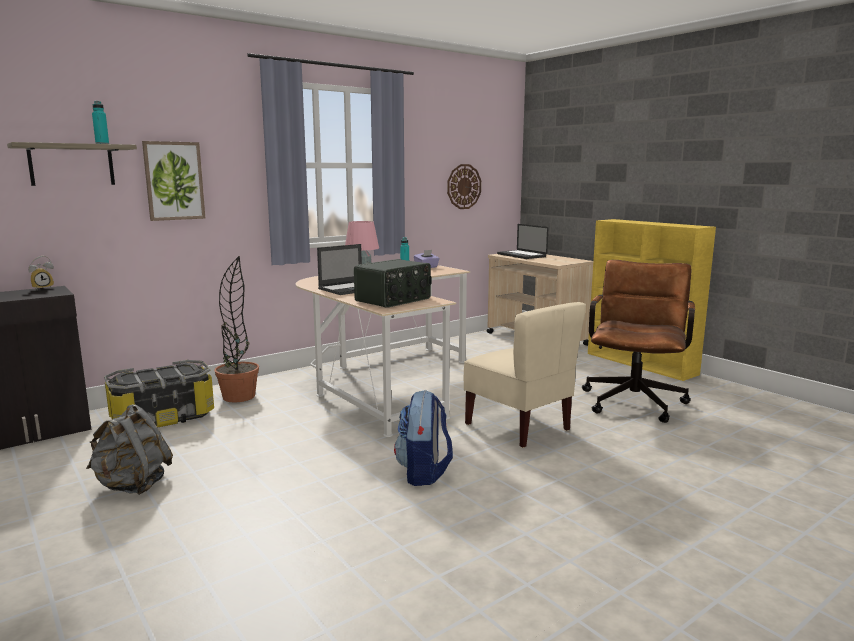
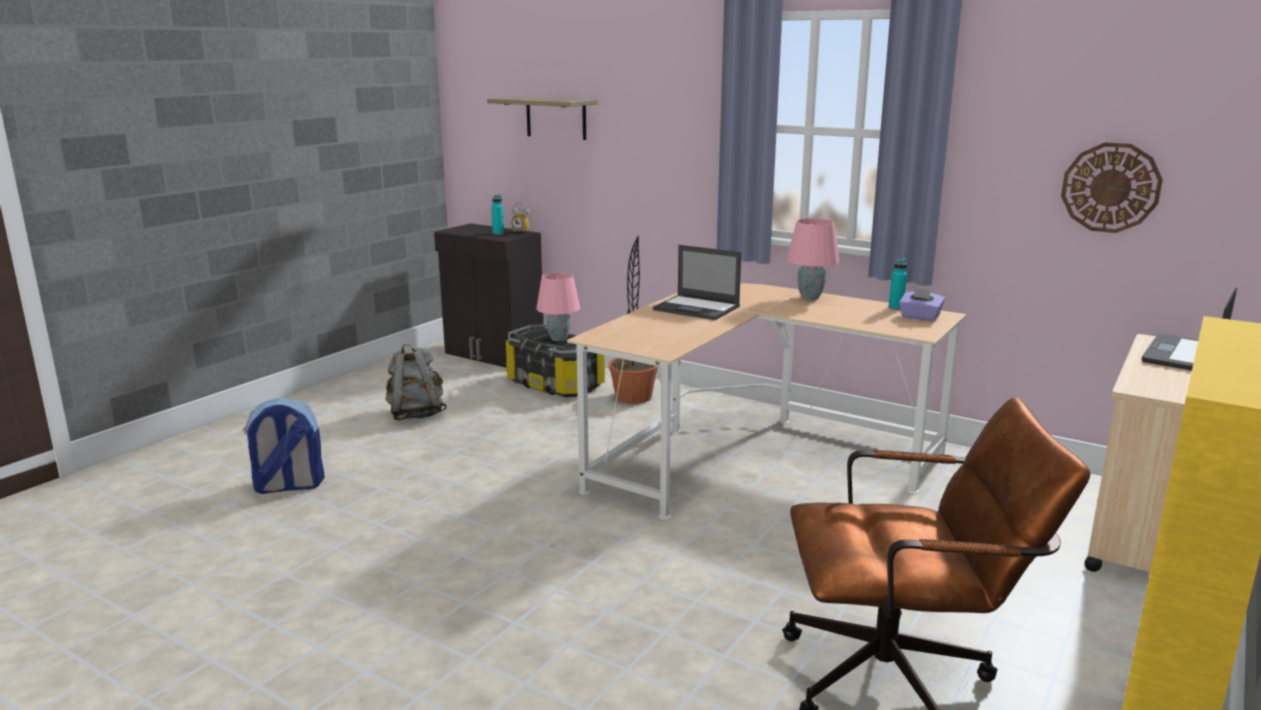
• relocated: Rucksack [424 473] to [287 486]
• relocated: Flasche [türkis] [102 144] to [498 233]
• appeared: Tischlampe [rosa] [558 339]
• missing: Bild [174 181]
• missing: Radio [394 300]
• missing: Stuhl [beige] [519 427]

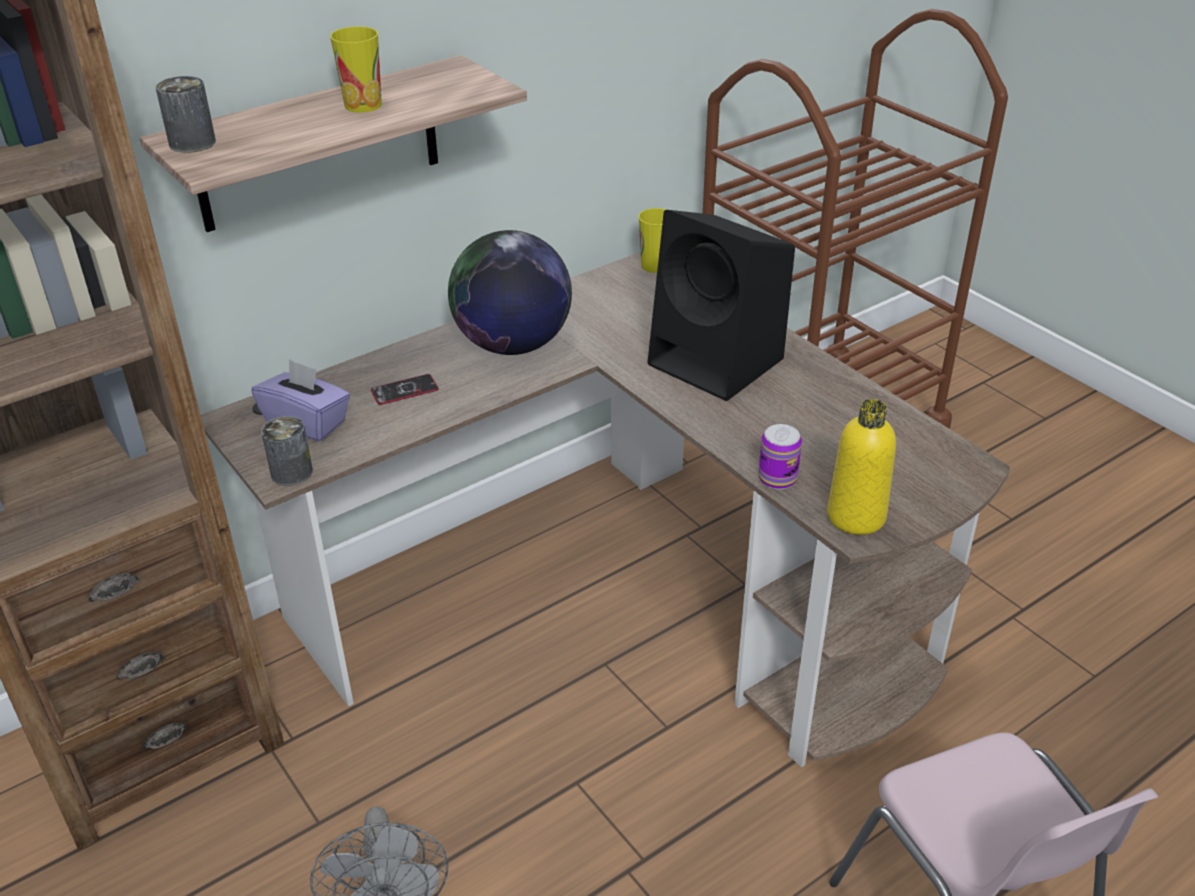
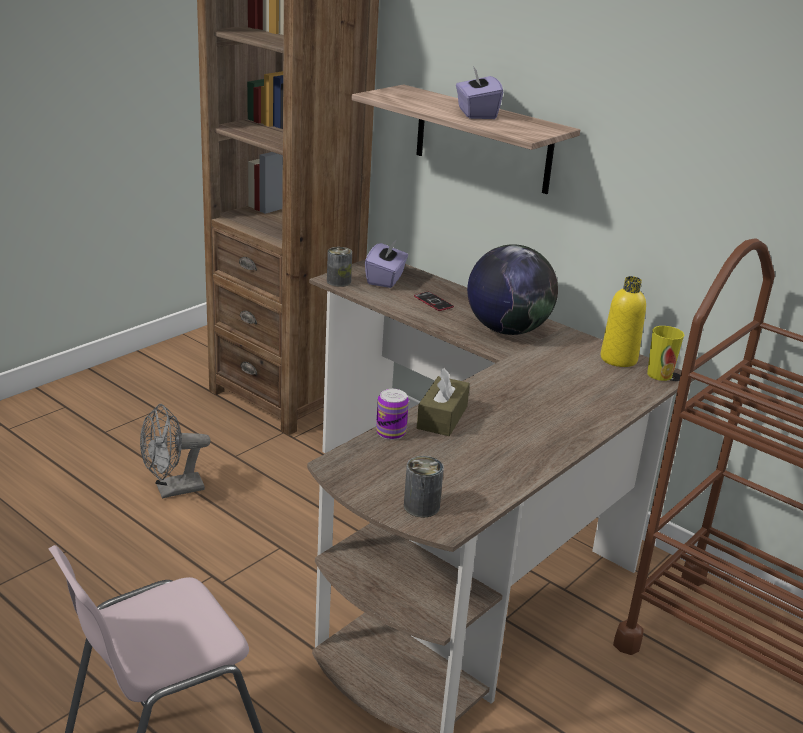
• relocated: Dose [192 143] to [421 506]
• appeared: Taschentuchbox [braun] [442 417]
• exchanged: Tasse [363 105] to Taschentuchbox [lila] [476 113]
• relocated: Flasche [gelb] [856 516] to [618 359]
• missing: Lautsprecher [schwarz] [719 362]

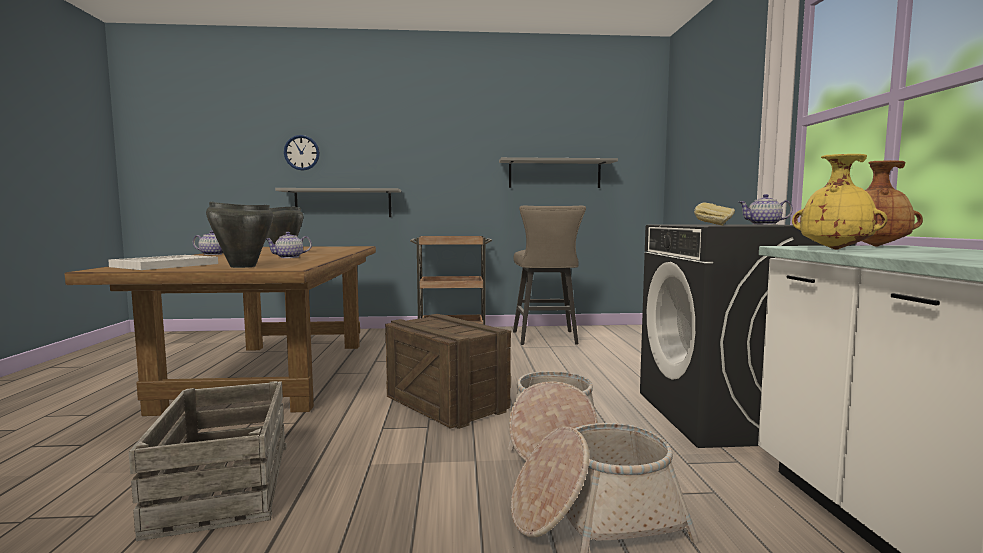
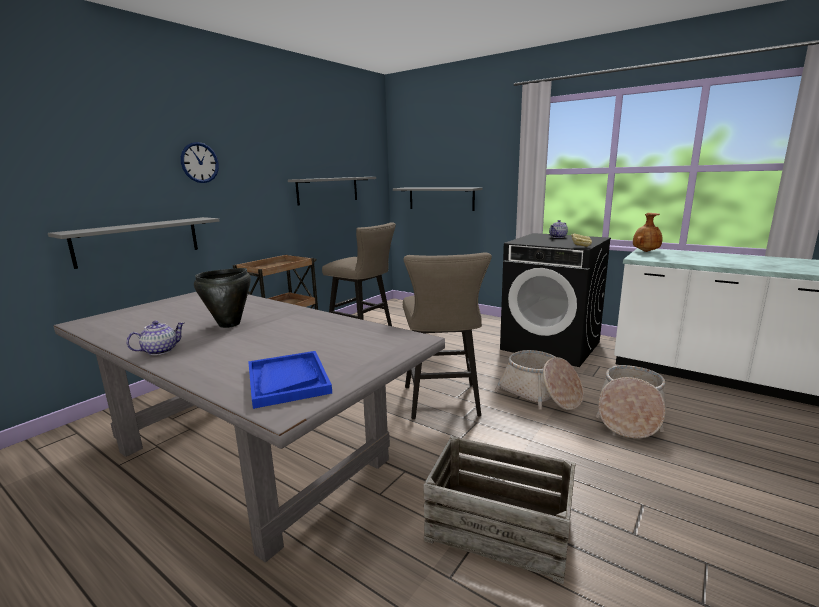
• colour: Esstisch [braun] [274 373] to Esstisch [grau] [250 455]
• relocated: Wanduhr [301 152] to [199 162]
• colour: Tablett [weiß] [165 265] to Tablett [blau] [287 380]
• appeared: Wandregal [grau] [441 198]
• exchanged: Kiste [446 403] to Hocker [beige] [443 404]
• missing: Kochtopf [schwarz] [242 266]
• missing: Teekanne [289 257]
• missing: Vase [gelb] [835 249]

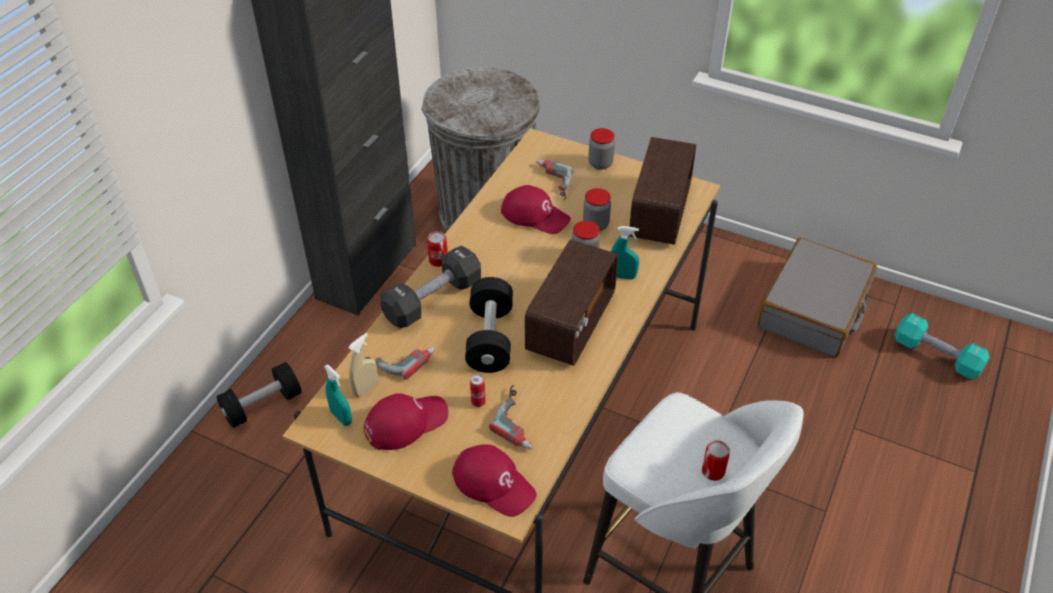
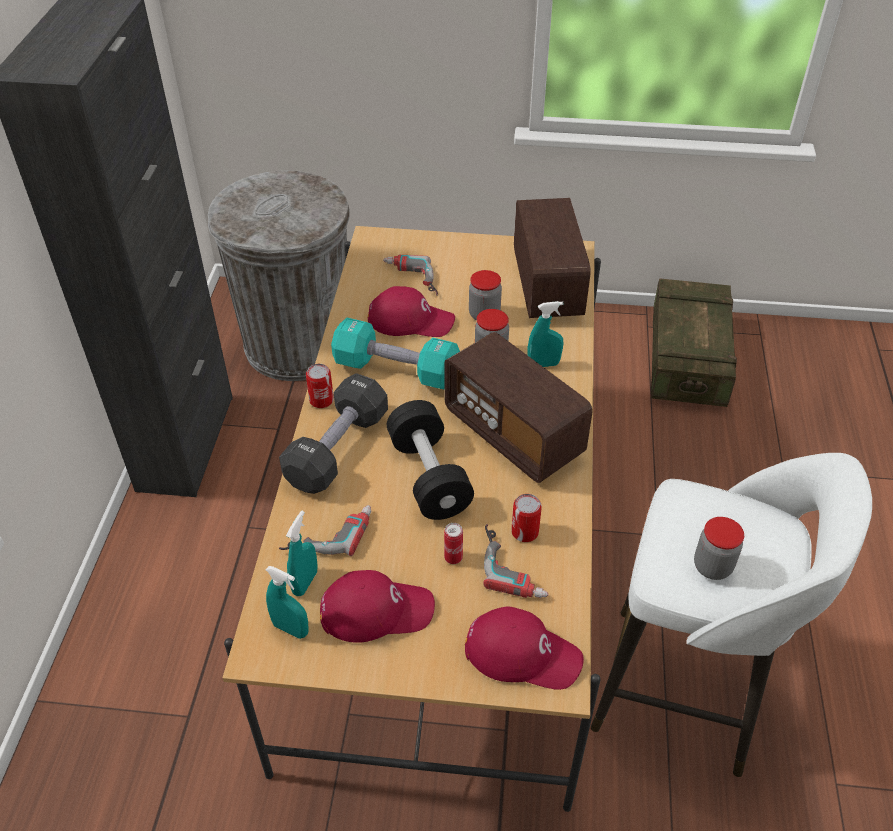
• colour: Sprühflasche [beige] [365 389] to Sprühflasche [türkis] [305 582]
• spun: Kappe [rot] [405 422] = [376 610] 45 degrees clockwise
• relocated: Hantel [türkis] [936 356] to [396 370]
• spun: Radio [570 323] = [513 433] 135 degrees clockwise
• relocated: Dose [713 471] to [525 532]
• exchanged: Koffer [grau] [814 310] to Kiste [687 359]
• relocated: Vorratsglas [600 163] to [712 566]
• missing: Hantel [schwarz] [262 405]

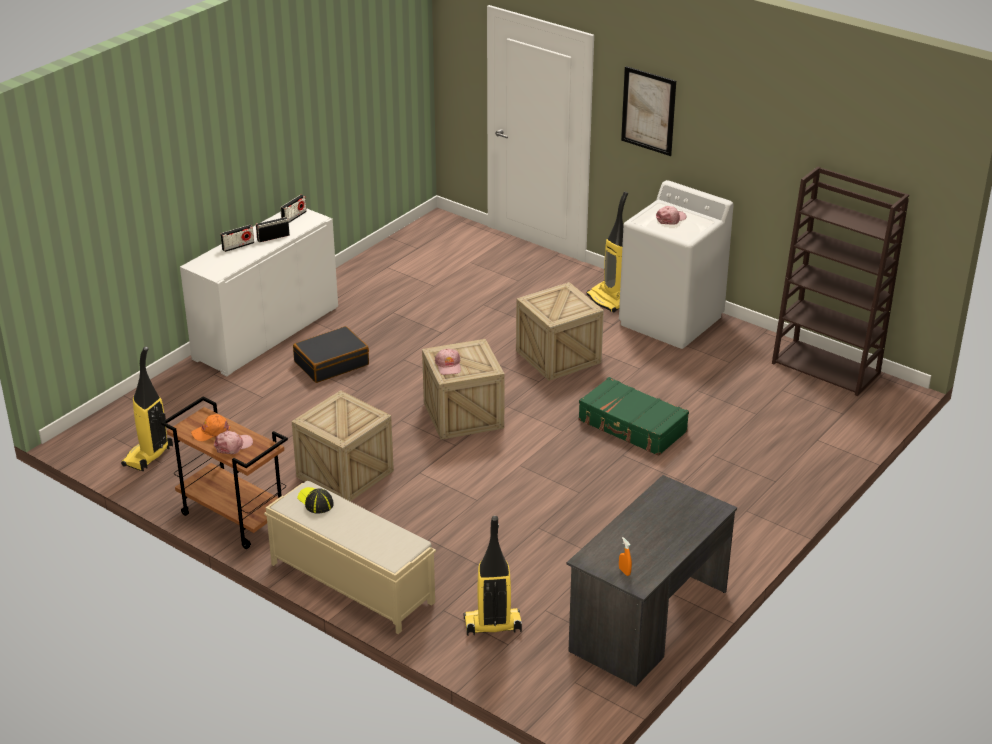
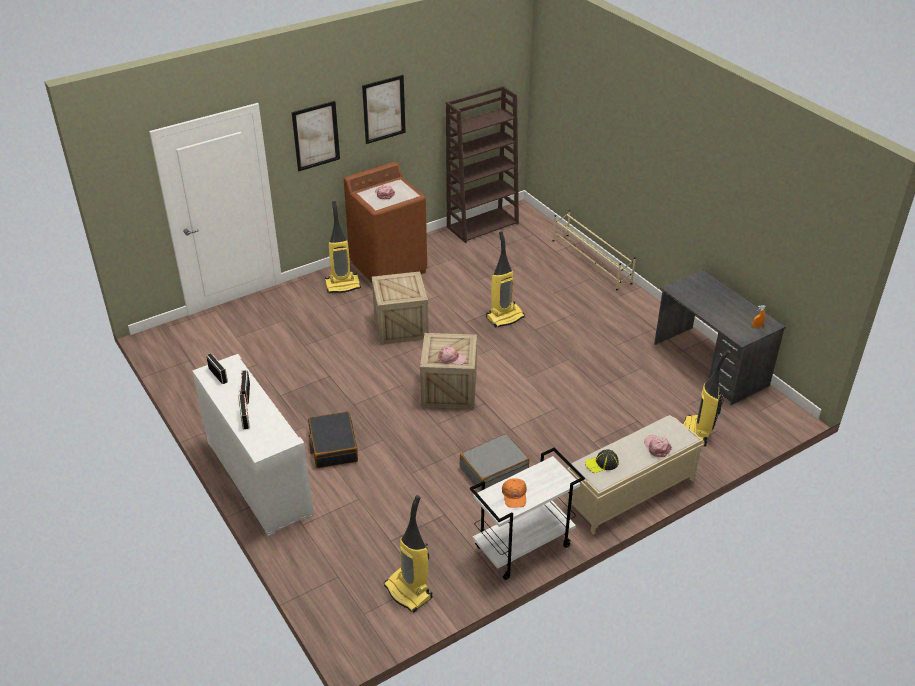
• colour: Waschmaschine [weiß] [671 321] to Waschmaschine [braun] [389 267]
• appeared: Bild [384 109]
• exchanged: Kiste [345 474] to Koffer [grau] [493 469]
• colour: Rollwagen [braun] [233 517] to Rollwagen [weiß] [523 548]
• exchanged: Koffer [grün] [632 427] to Staubsauger [505 317]
• appeared: Schuhregal [beige] [591 262]
• relocated: Kappe [rosa] [233 445] to [657 447]

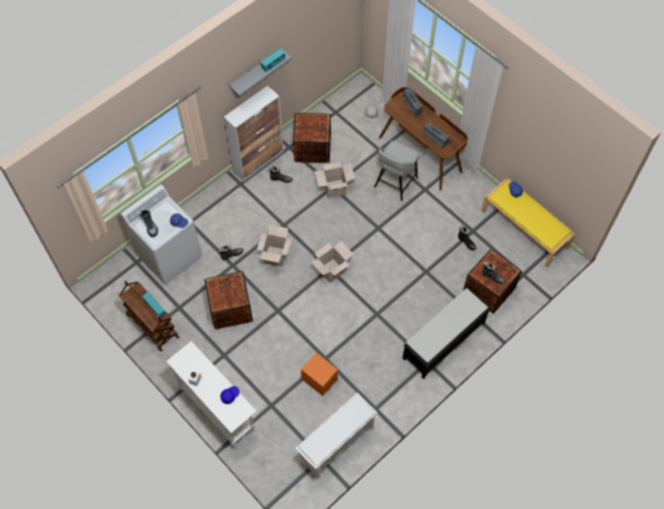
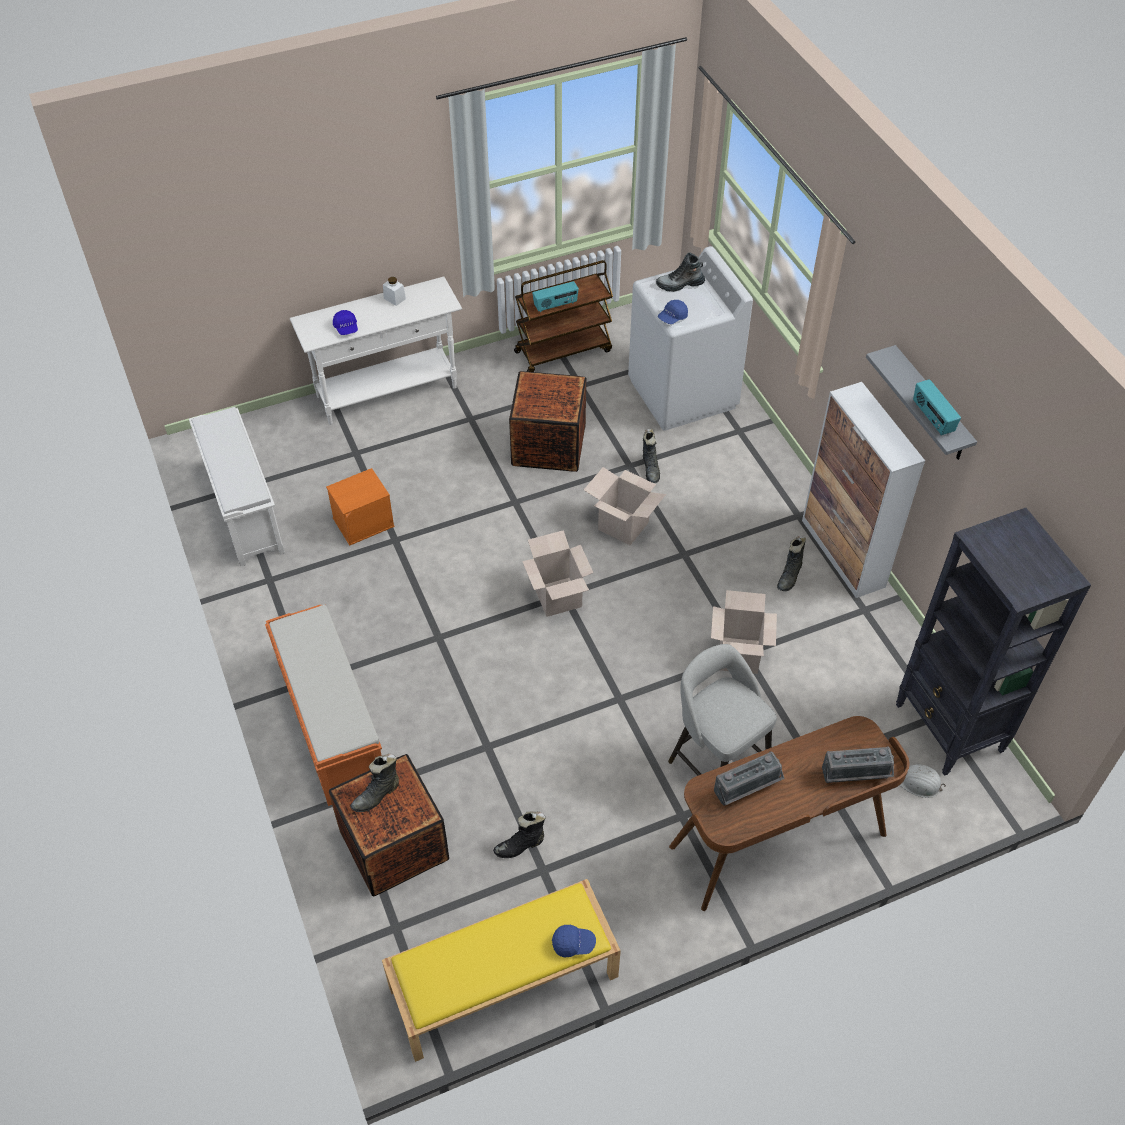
• colour: Bank [schwarz] [443 341] to Bank [orange] [330 721]
• appeared: Bücherregal [schwarz] [949 729]
• missing: Kiste [312 148]

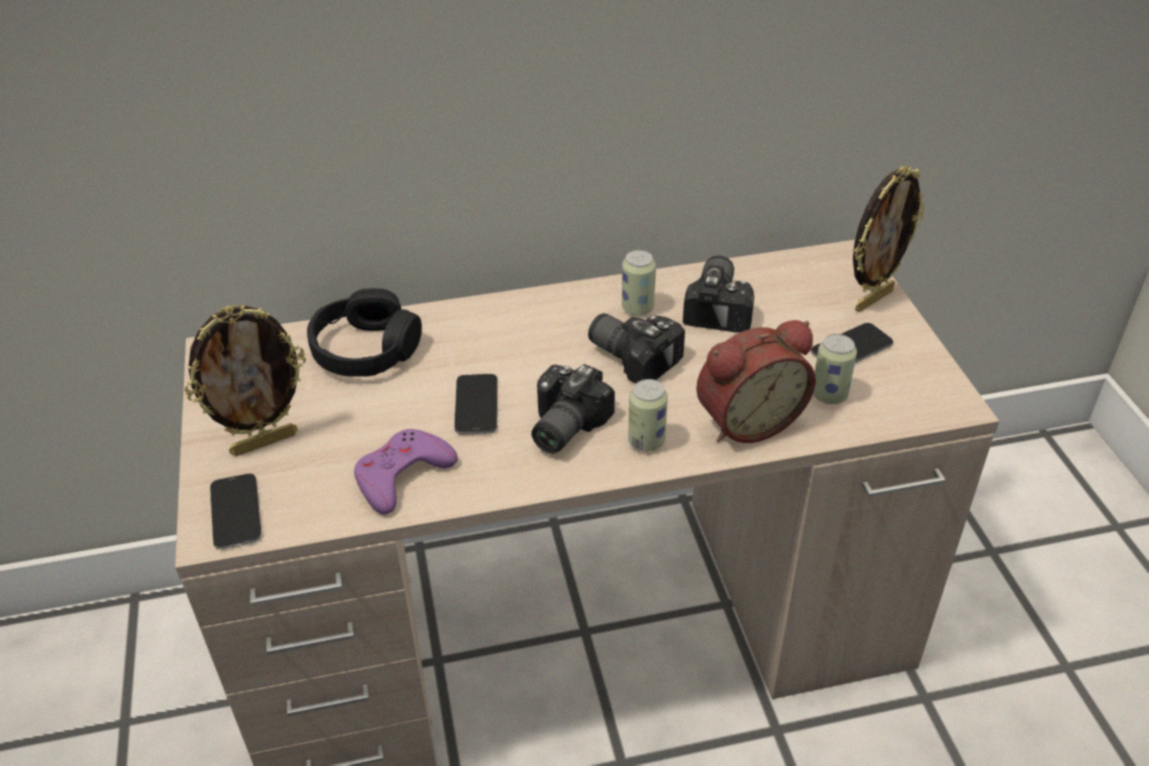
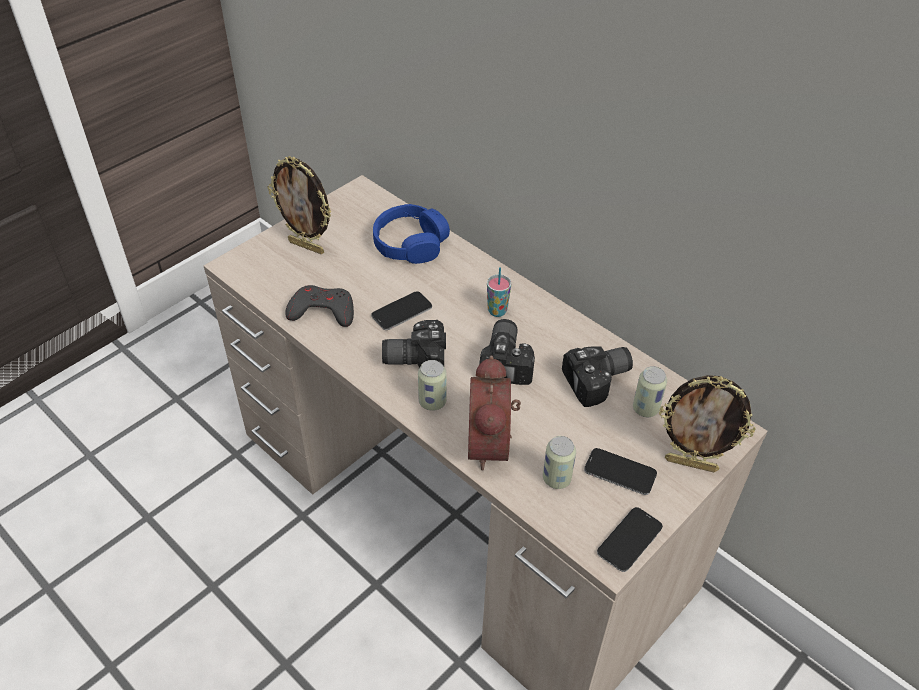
• colour: Gamepad [lila] [402 476] to Gamepad [grau] [322 311]
• colour: Kopfhörer [schwarz] [366 349] to Kopfhörer [blau] [410 243]
• spun: Wecker [747 420] = [493 444] 60 degrees clockwise
• appeared: Tasse [497 311]
• relocated: Handy [236 512] to [629 540]
• relocated: Dose [637 308] to [645 408]

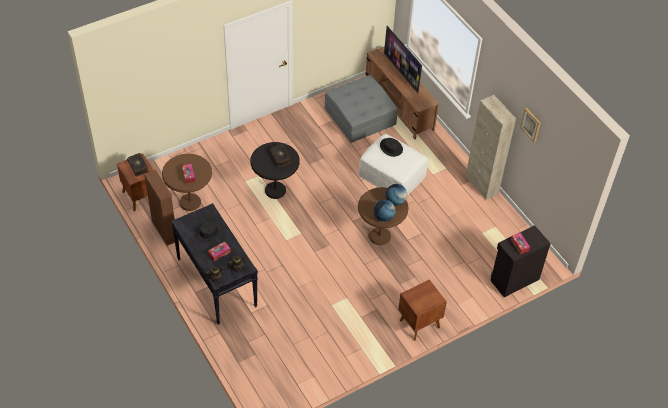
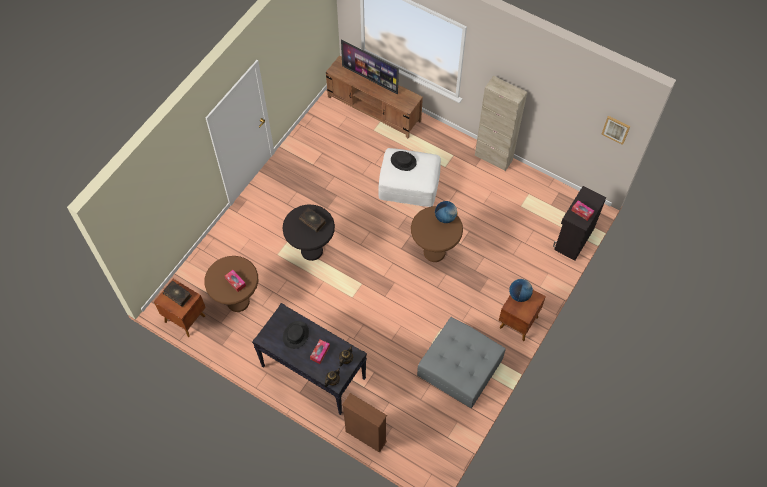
• relocated: Bücherregal [braun] [164 230] to [365 436]
• relocated: Polsterhocker [grau] [359 116] to [459 367]
• relocated: Globus [383 217] to [519 295]
• relocated: Bild [531 124] to [616 129]

